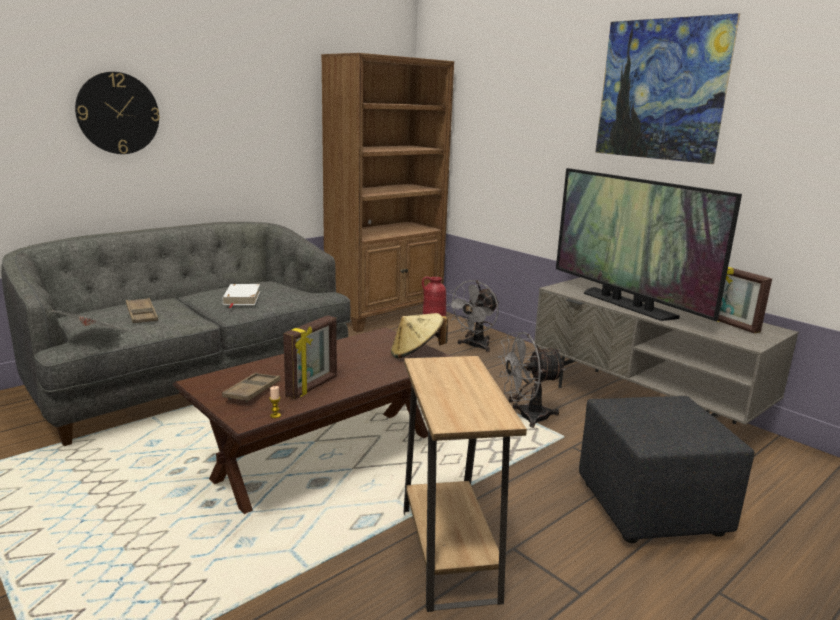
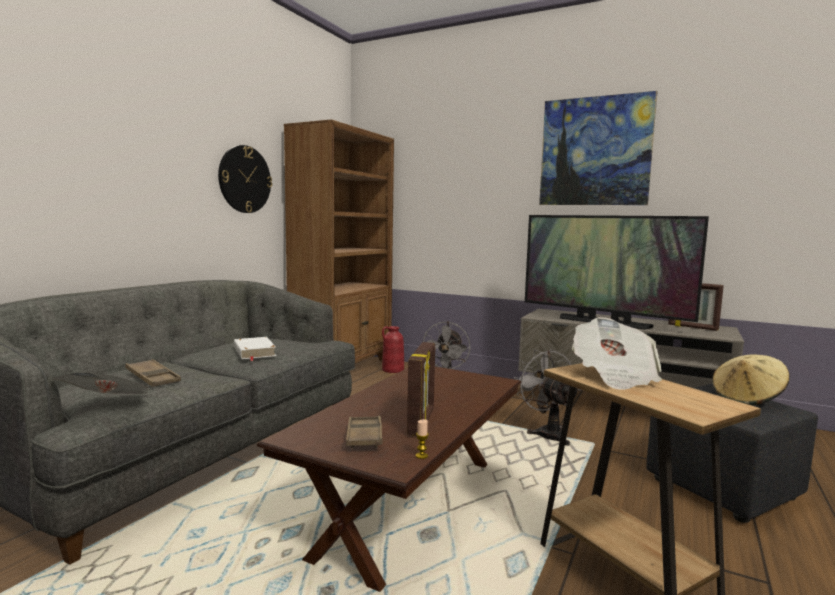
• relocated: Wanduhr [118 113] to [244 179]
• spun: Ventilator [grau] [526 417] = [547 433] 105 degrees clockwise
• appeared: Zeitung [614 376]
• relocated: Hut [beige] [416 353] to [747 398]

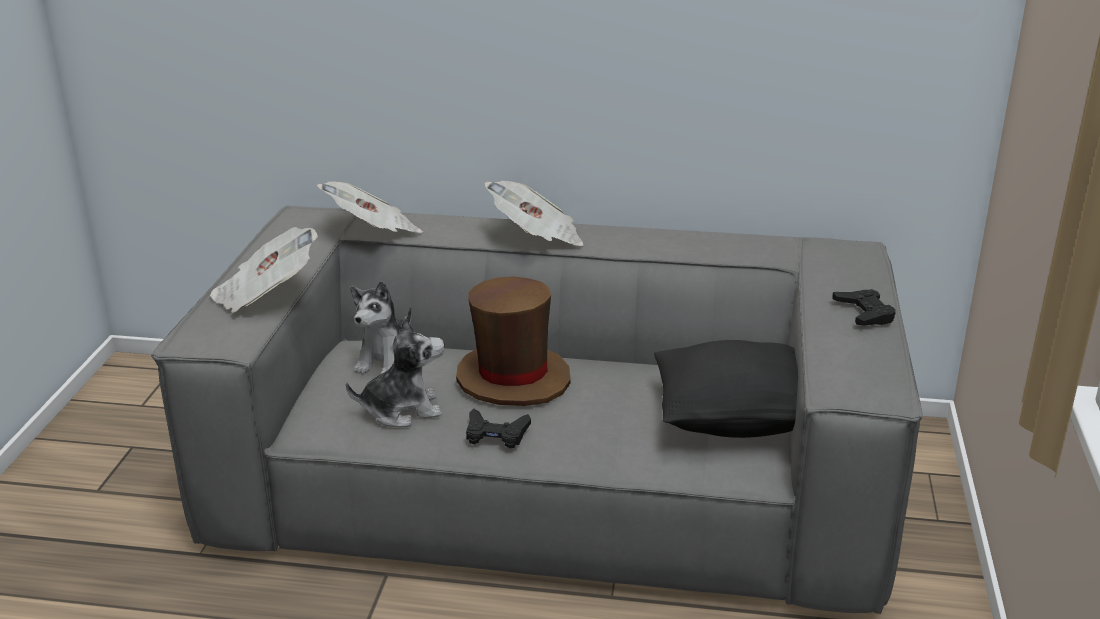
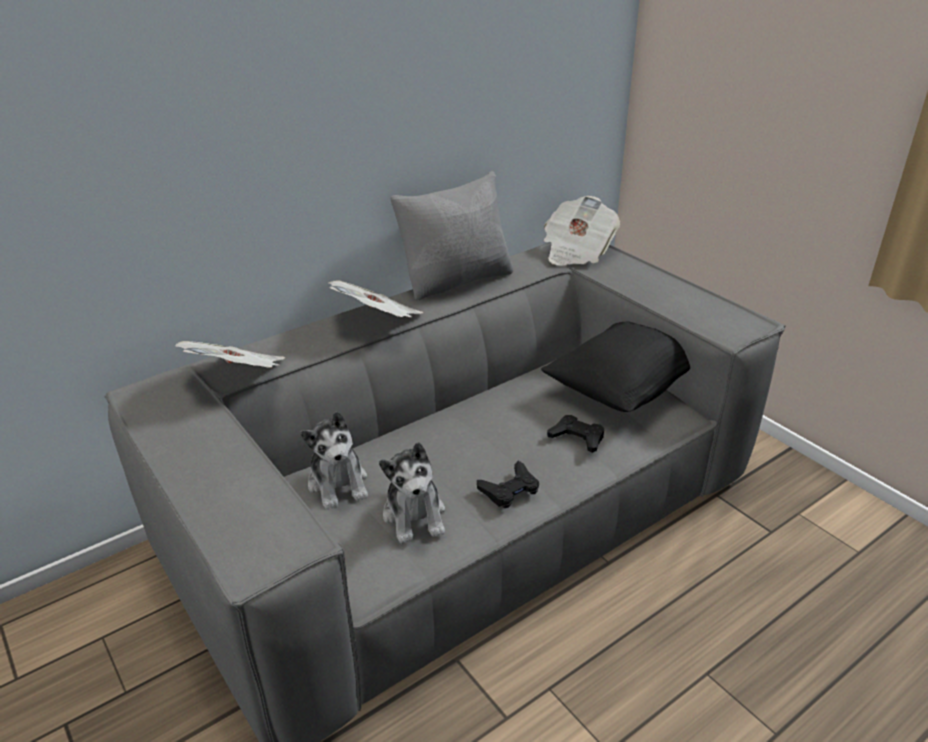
• spun: Plüschtier [402 410] = [415 515] 135 degrees clockwise
• appeared: Kissen [grau] [457 280]
• relocated: Zeitung [266 295] to [576 251]
• relocated: Gamepad [schwarz] [864 313] to [577 437]
• missing: Hut [braun] [513 378]

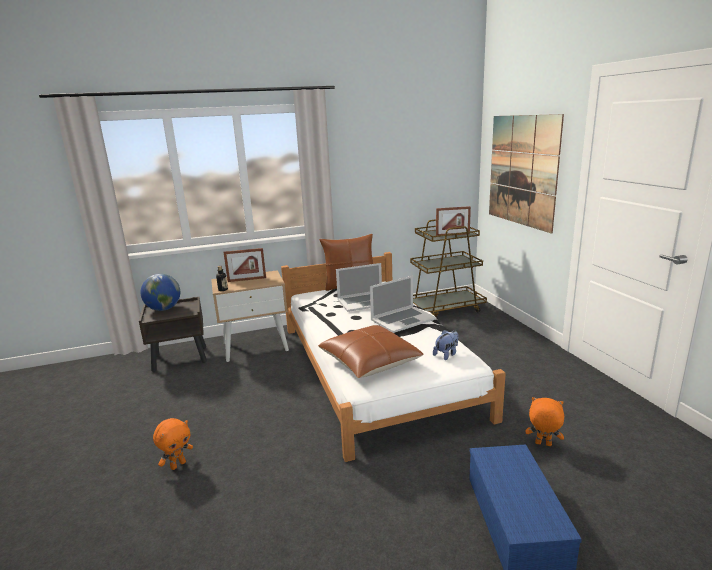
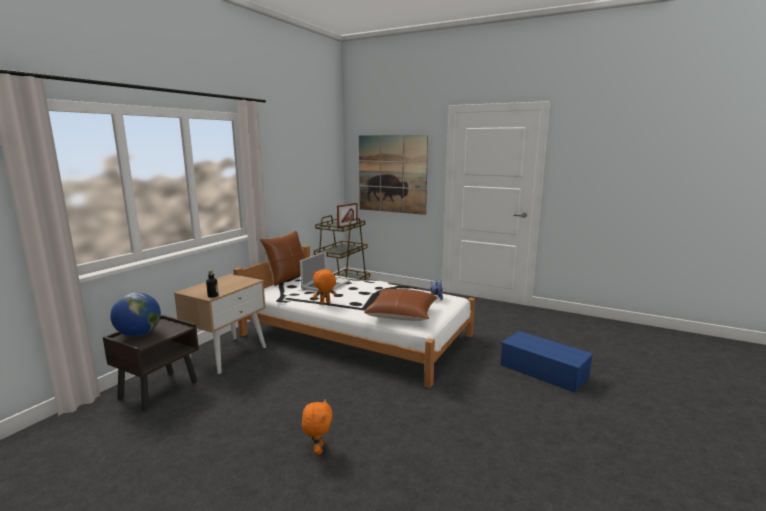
• relocated: Plüschtier [orange] [543 444] to [325 303]
• missing: Bilderrahmen [247 279]
• missing: Laptop [402 319]

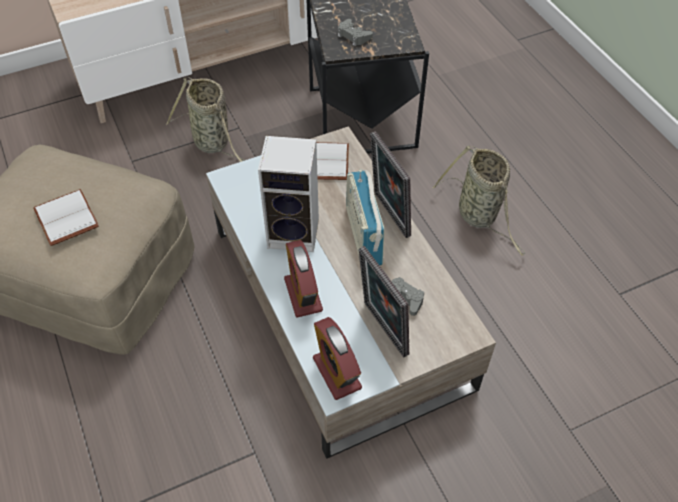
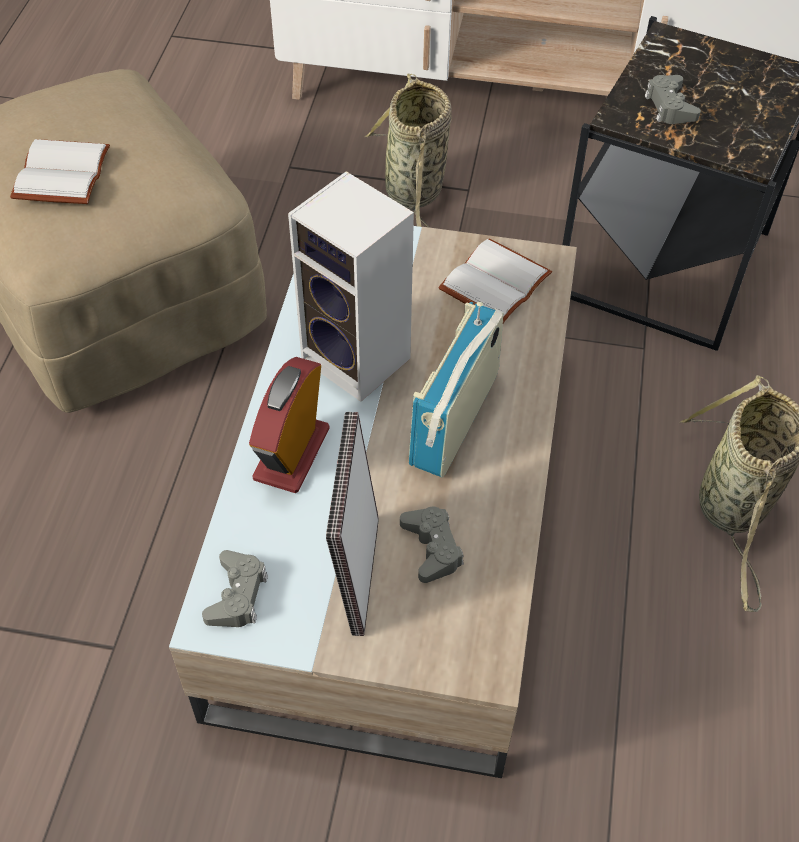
• exchanged: Wecker [337 373] to Gamepad [grau] [237 595]
• missing: Bilderrahmen [388 215]

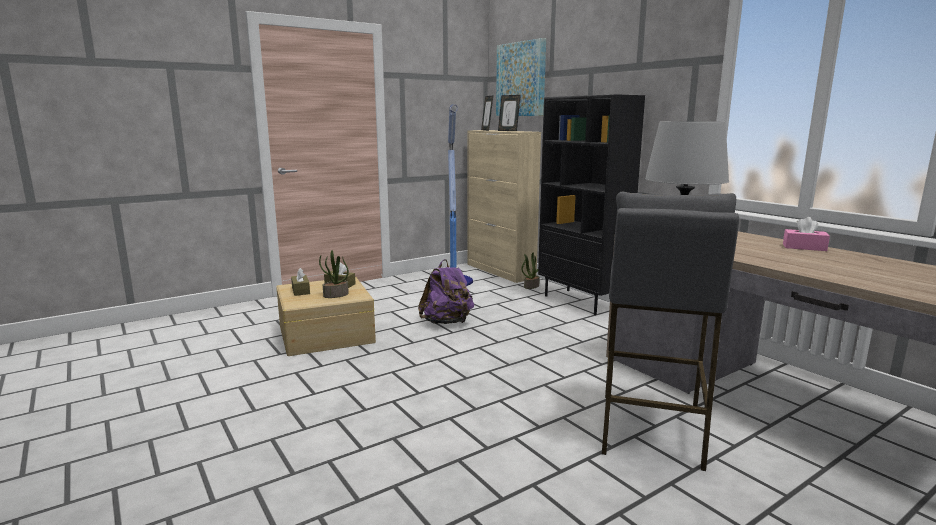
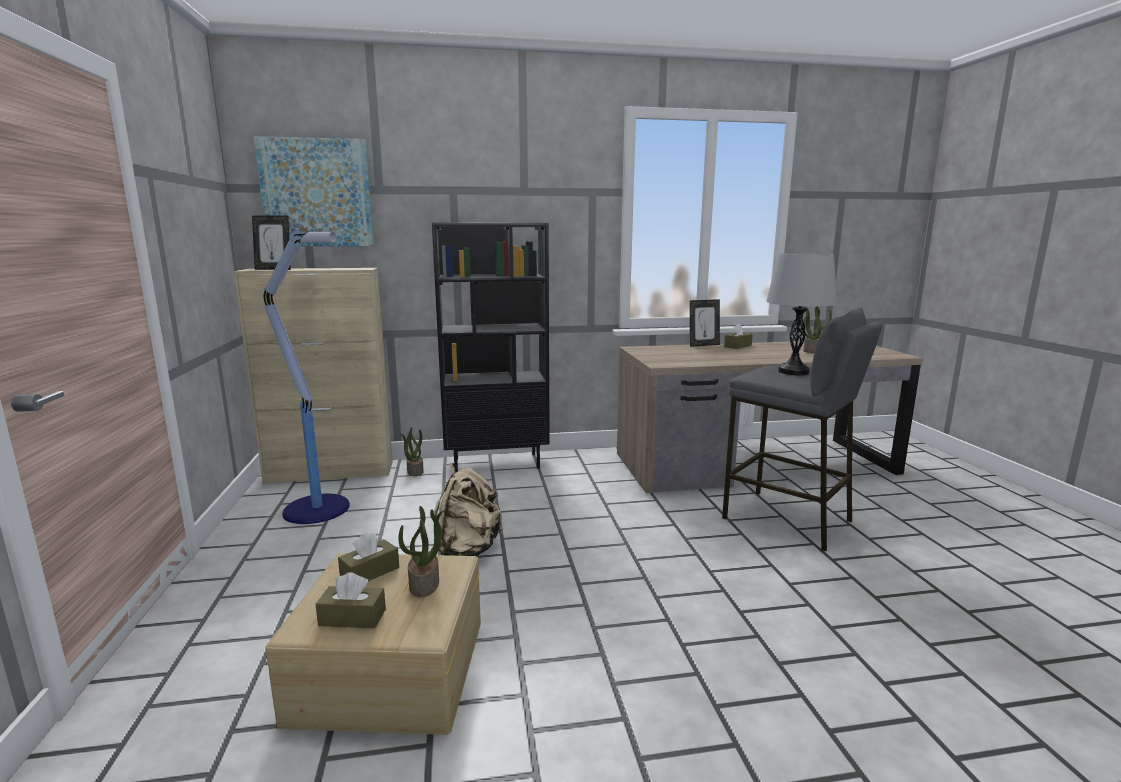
• colour: Rucksack [lila] [447 322] to Rucksack [beige] [467 550]
• relocated: Bilderrahmen [508 131] to [703 345]
• colour: Taschentuchbox [rosa] [804 247] to Taschentuchbox [braun] [737 346]
• appeared: Topfpflanze [812 350]

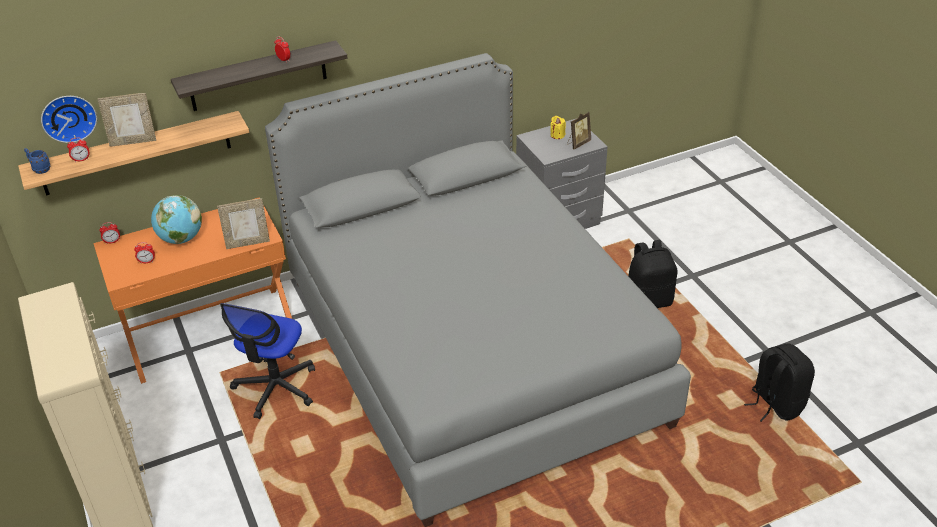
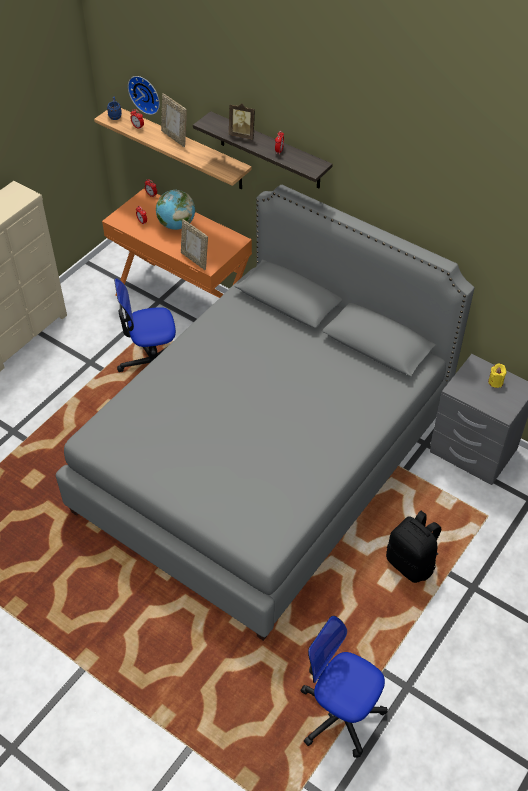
• relocated: Bilderrahmen [578 143] to [242 135]
• exchanged: Rucksack [schwarz] [775 404] to Bürostuhl [340 713]

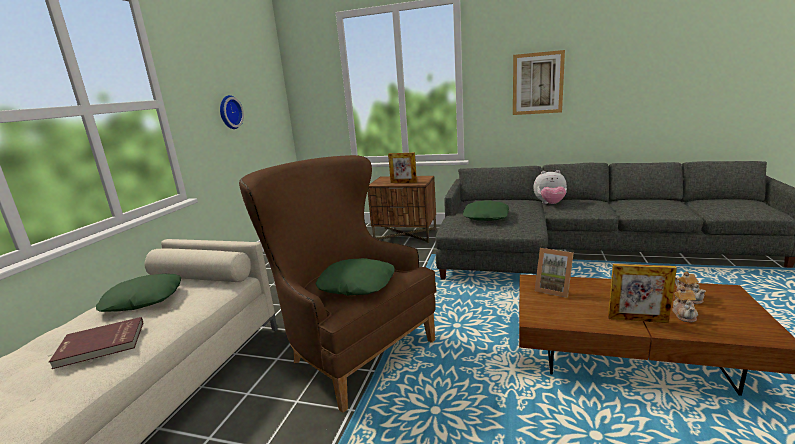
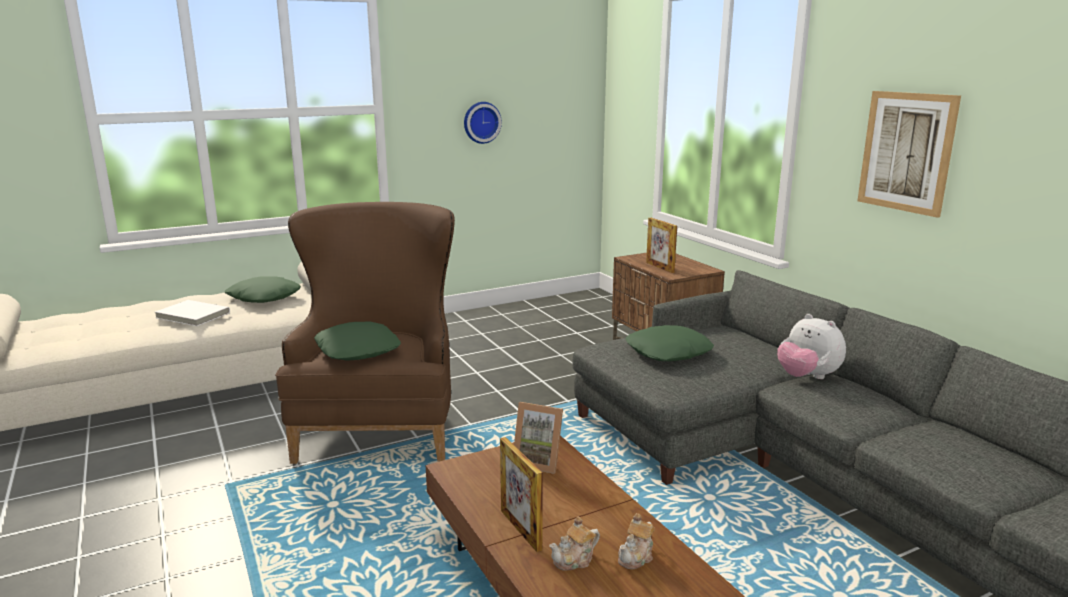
• colour: Buch [rot] [100 345] to Buch [weiß] [192 316]
• spun: Bilderrahmen [553 289] = [539 461] 60 degrees counterclockwise

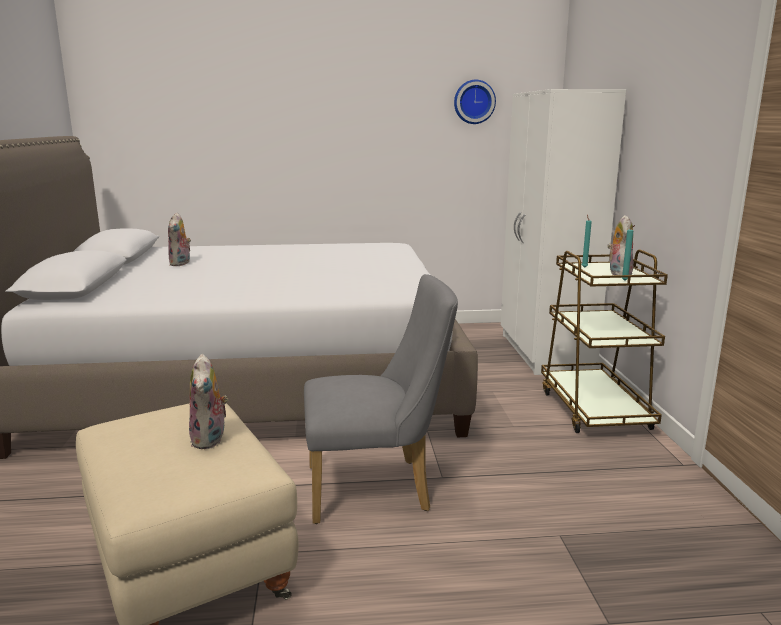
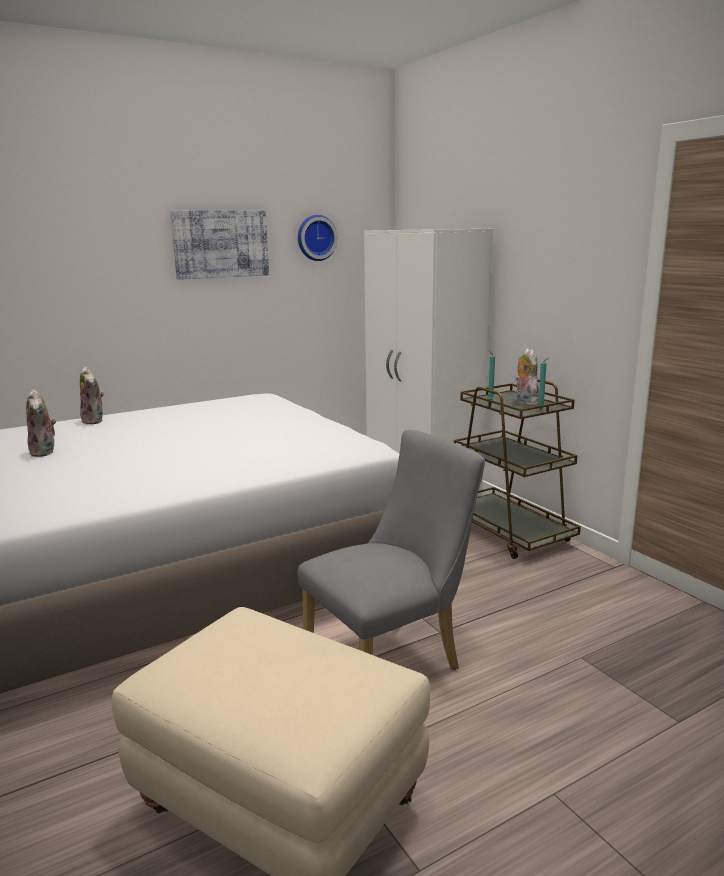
• relocated: Plüschtier [210 439] to [95 421]
• appeared: Bild [221 244]

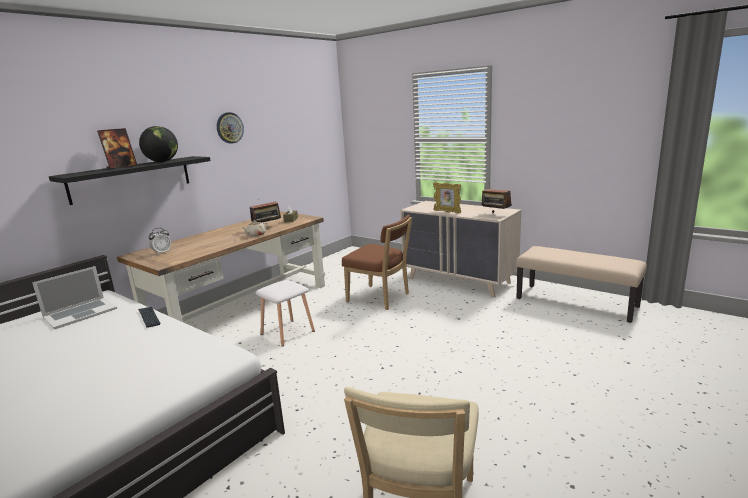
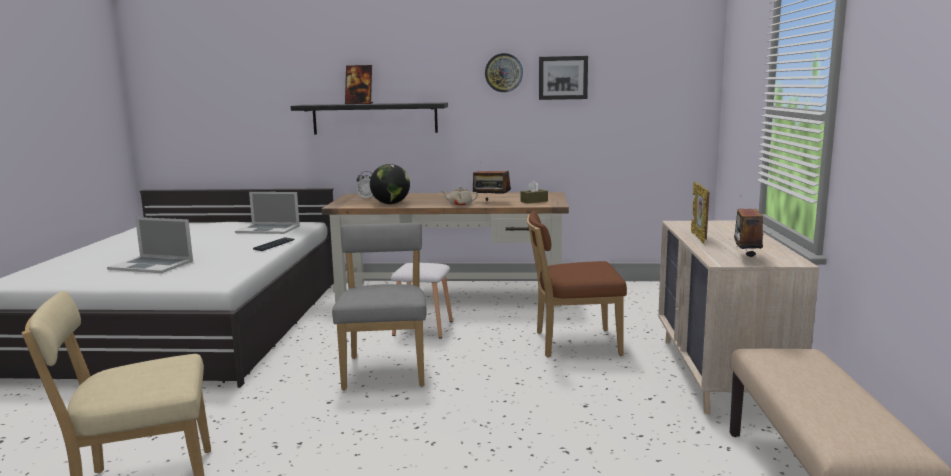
• appeared: Laptop [151 265]
• appeared: Stuhl [grau] [386 369]
• relocated: Globus [162 161] to [390 203]
• spun: Stuhl [braun] [380 298] = [572 343] 90 degrees clockwise
• appeared: Bild [563 78]

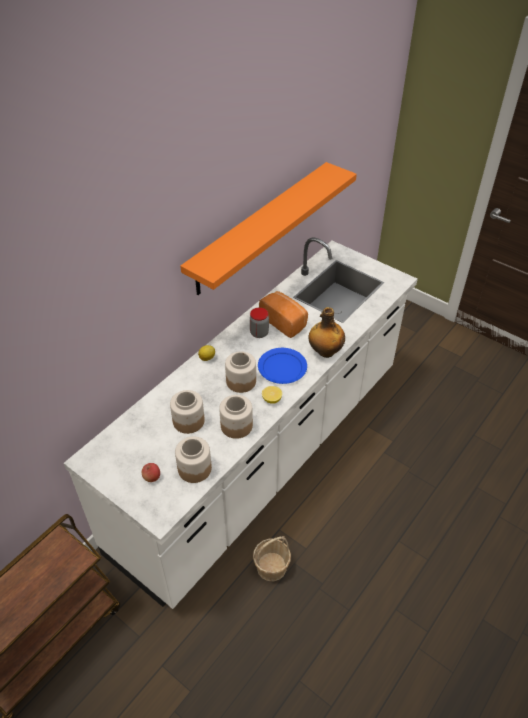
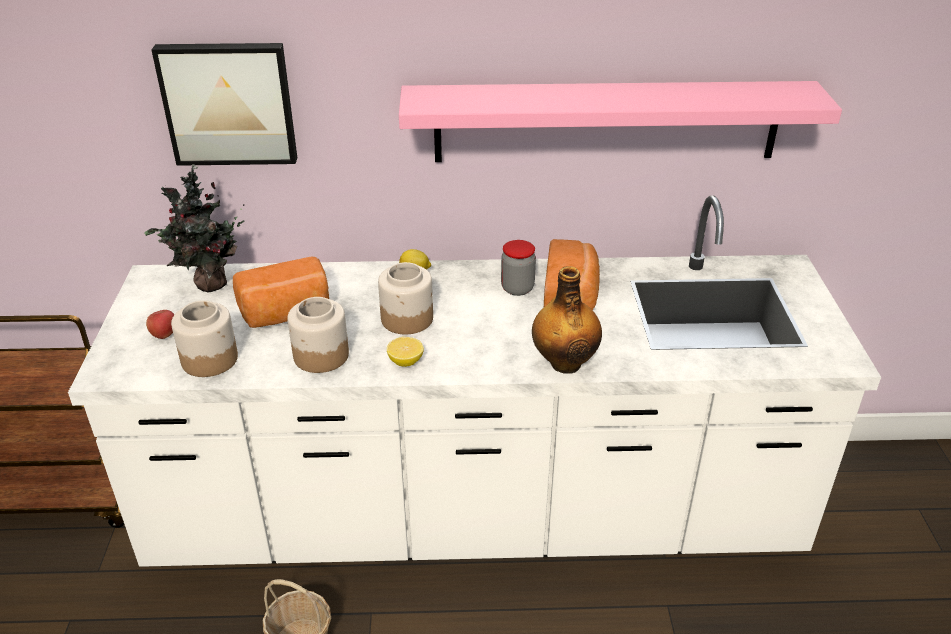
• appeared: Topfpflanze [208 285]
• appeared: Bild [229 103]
• exchanged: Vorratsglas [188 421] to Brot [286 314]
• colour: Wandregal [orange] [260 228] to Wandregal [rosa] [606 121]
• missing: Teller [blau] [282 367]

